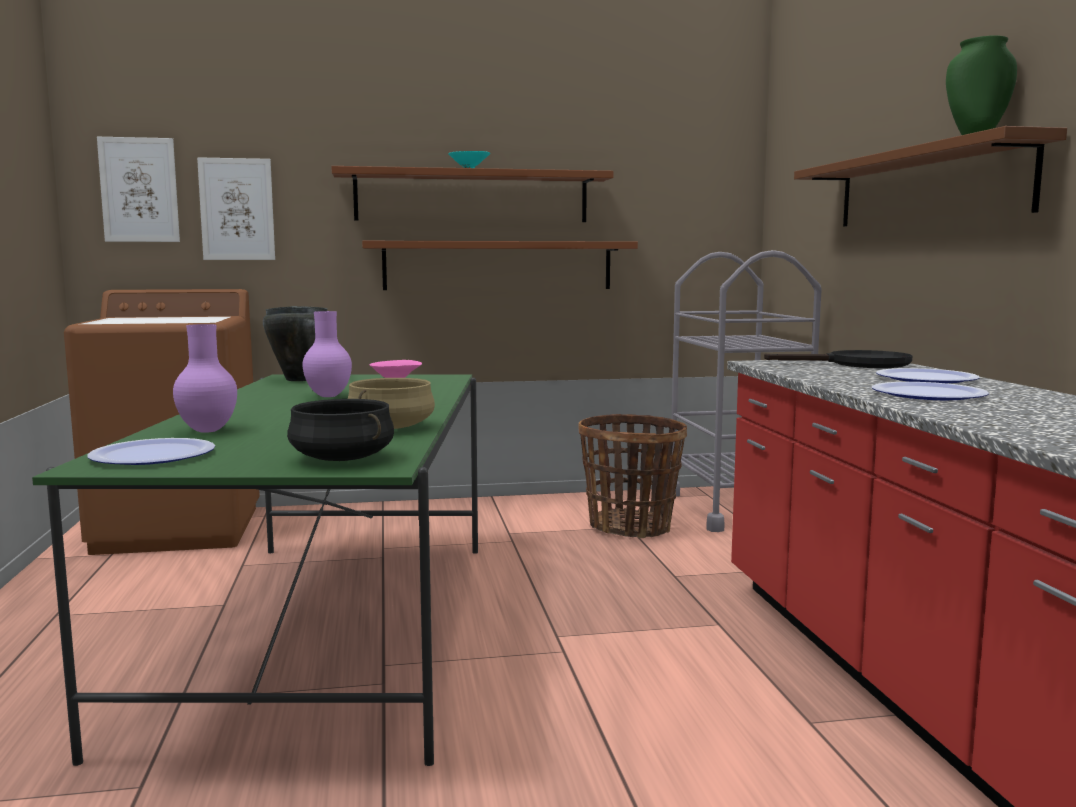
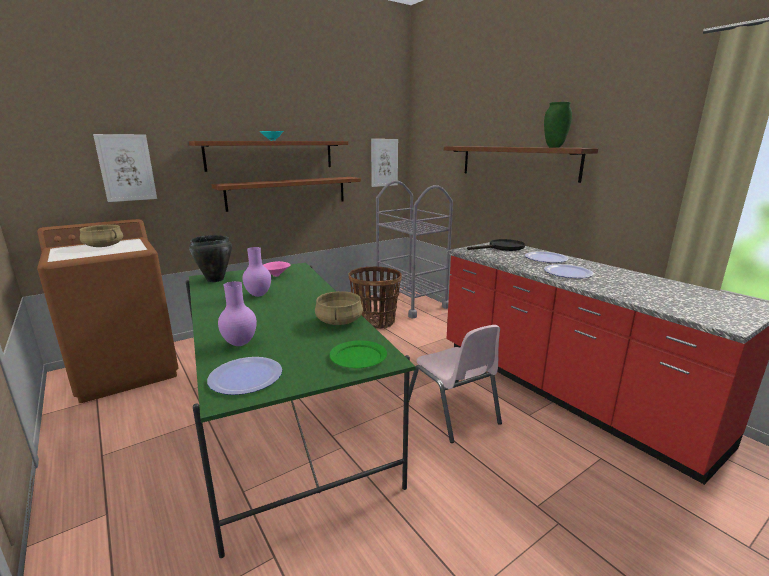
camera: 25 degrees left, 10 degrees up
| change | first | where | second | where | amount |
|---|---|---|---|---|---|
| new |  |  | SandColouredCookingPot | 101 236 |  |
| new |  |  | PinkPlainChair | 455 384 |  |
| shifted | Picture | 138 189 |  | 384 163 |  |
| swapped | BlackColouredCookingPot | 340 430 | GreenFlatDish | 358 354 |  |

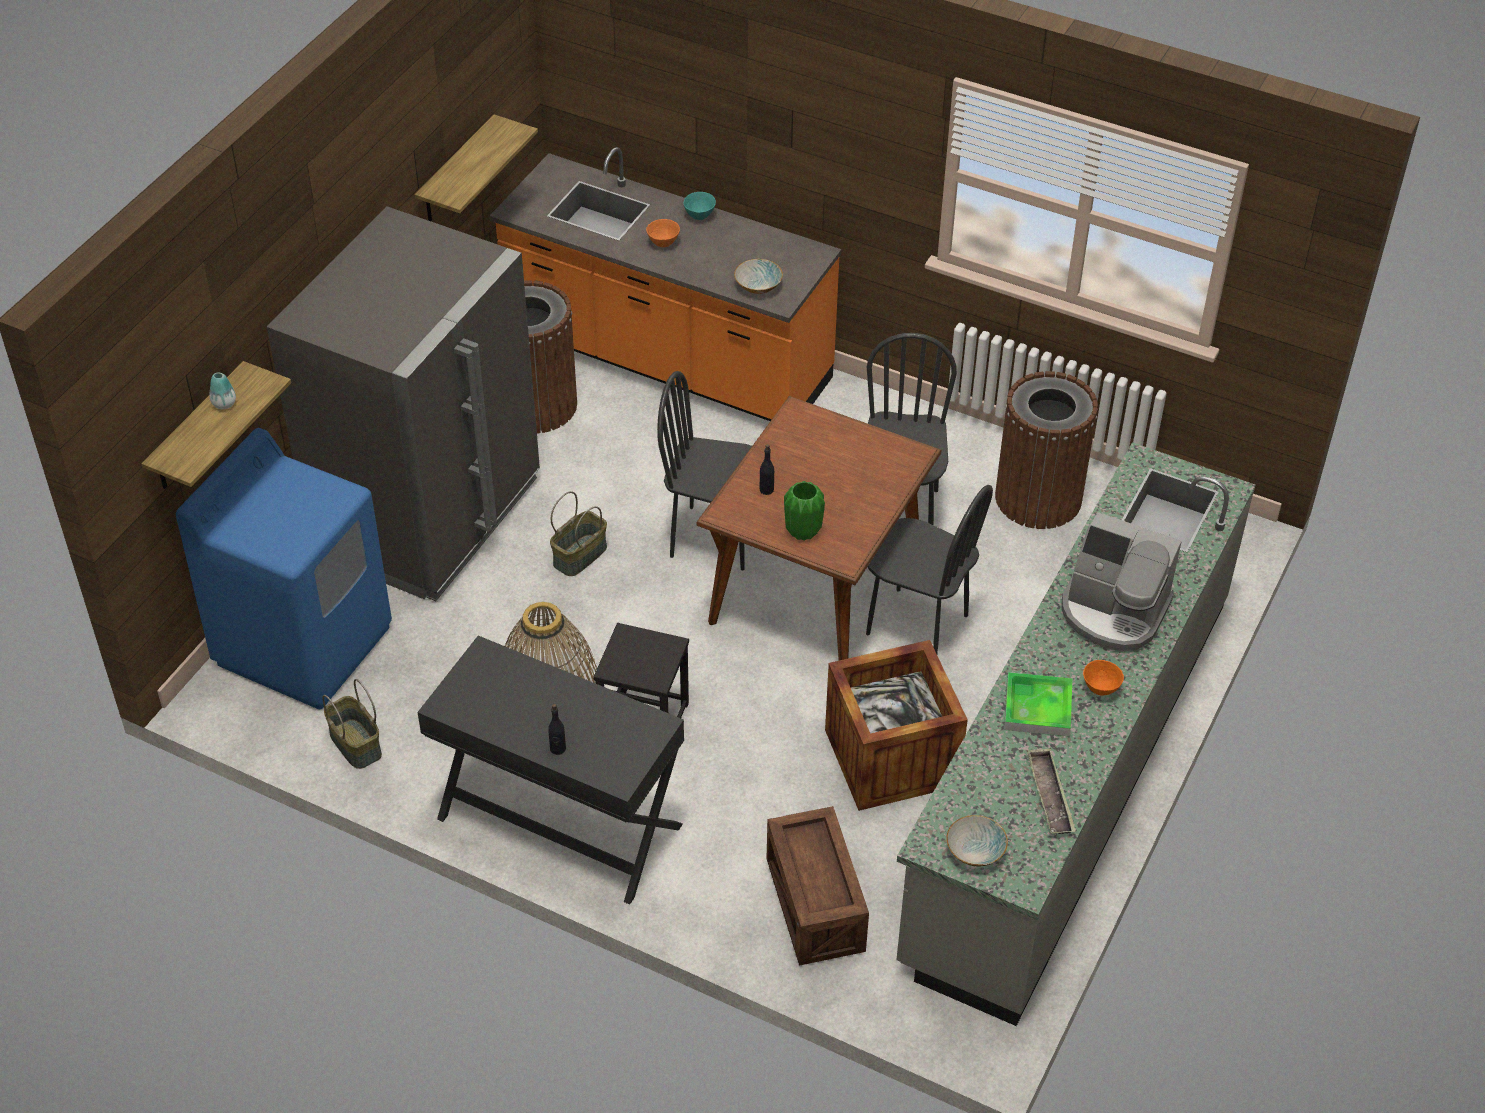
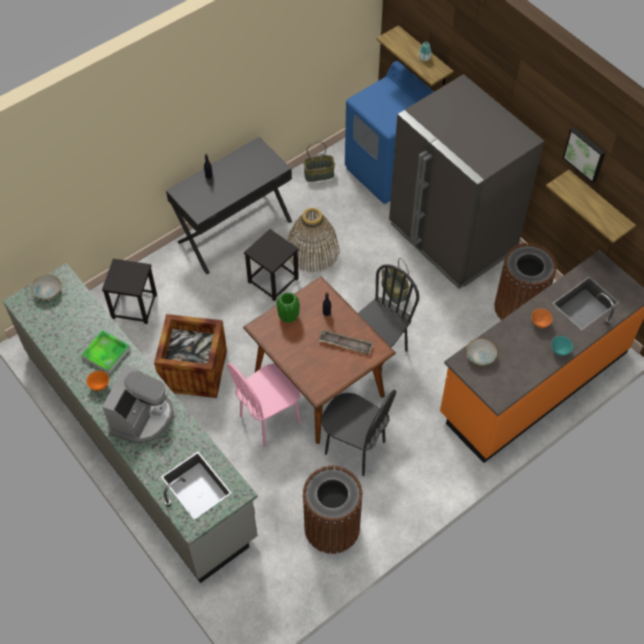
camera: 115 degrees right, 10 degrees up
| change | first | where | second | where | amount |
|---|---|---|---|---|---|
| new |  |  | Picture | 584 155 |  |
| shifted | Tray | 1051 791 |  | 346 342 |  |
| swapped | ShippingCrate | 818 886 | BlackColouredStool | 129 291 |  |
| repainted | BlackColouredPlainChair | 929 569 | PinkPlainChair | 264 405 |  |
| rotated | CoffeeMachine | 1122 581 |  | 138 404 | 150 degrees clockwise |

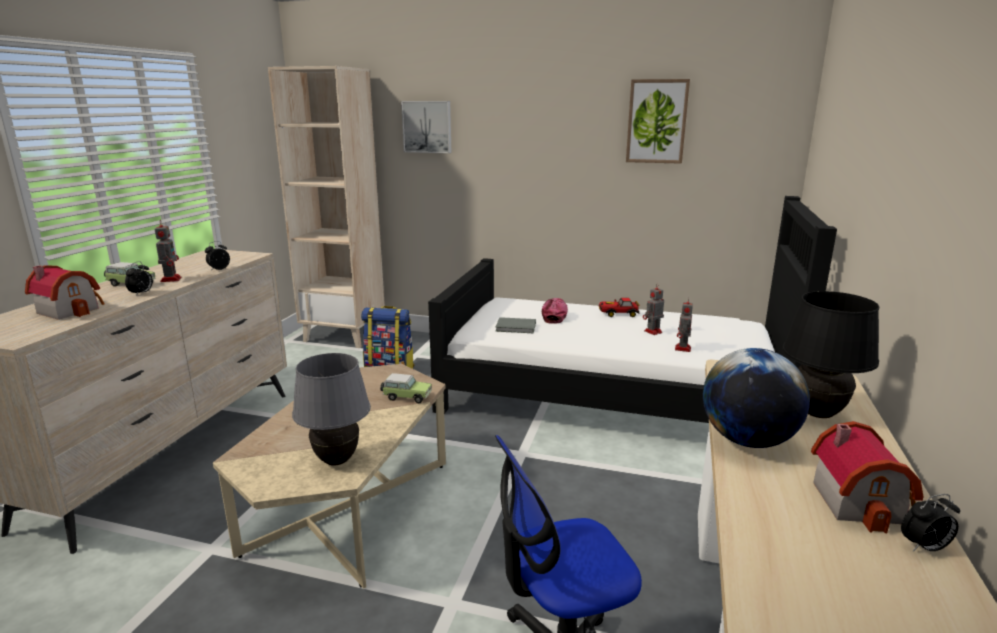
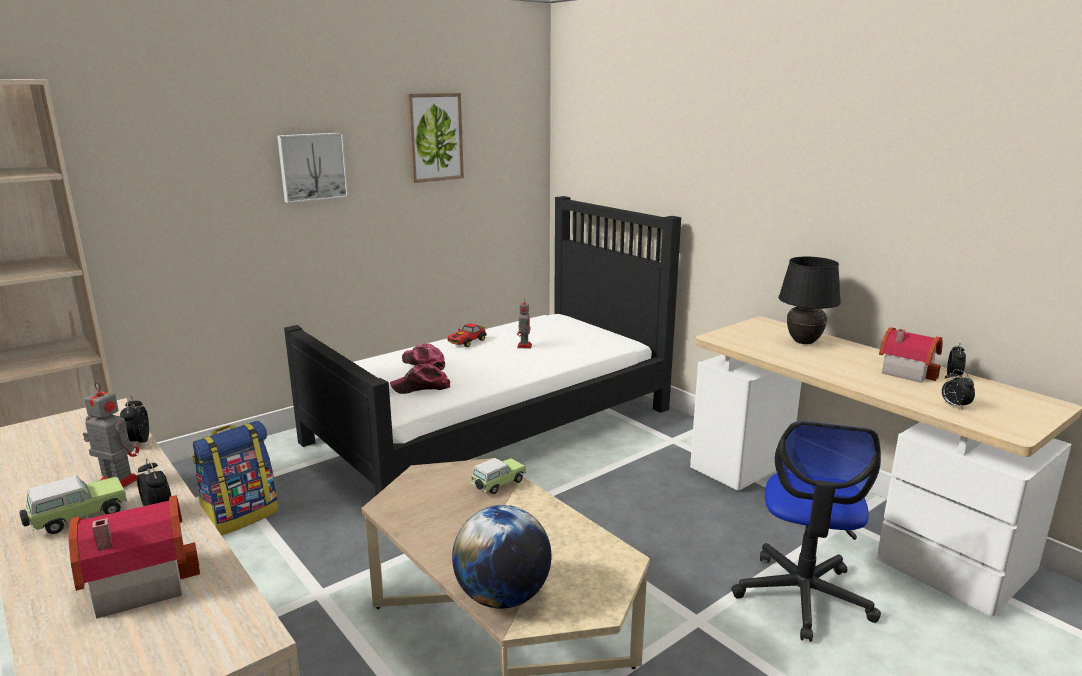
camera: 55 degrees left, 0 degrees up
| change | first | where | second | where | amount |
|---|---|---|---|---|---|
| gone | GreyTabletopLamp | 331 409 |  |  |  |
| gone | ToyRobot | 684 324 |  |  |  |
| new |  |  | TableClock | 958 389 |  |
| shifted | Picture | 426 127 |  | 312 168 |  |
| shifted | Globe | 756 398 |  | 501 557 |  |
| swapped | GreyVolume | 515 325 | BaseballCap | 420 379 |  |

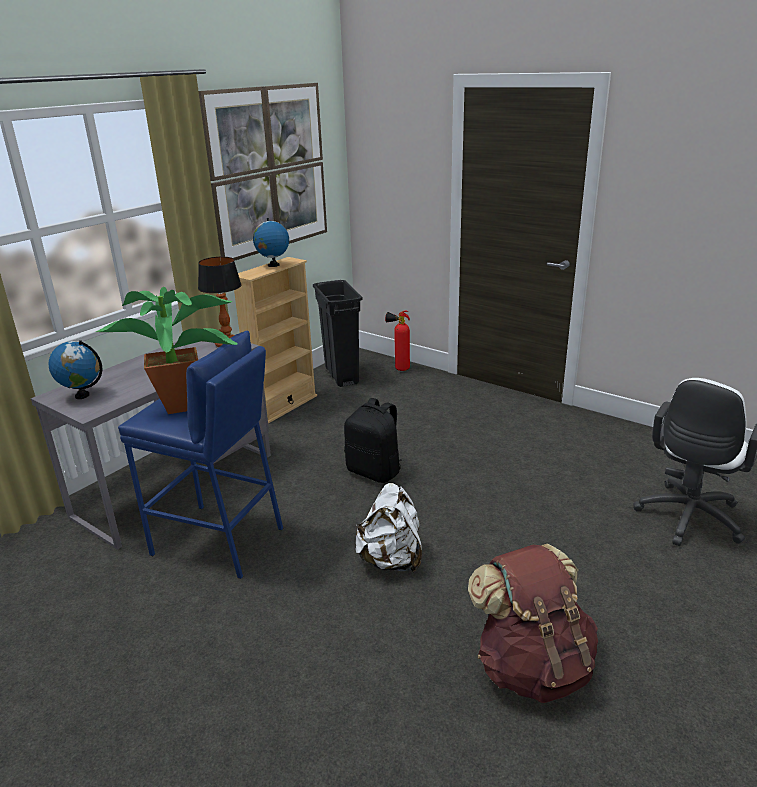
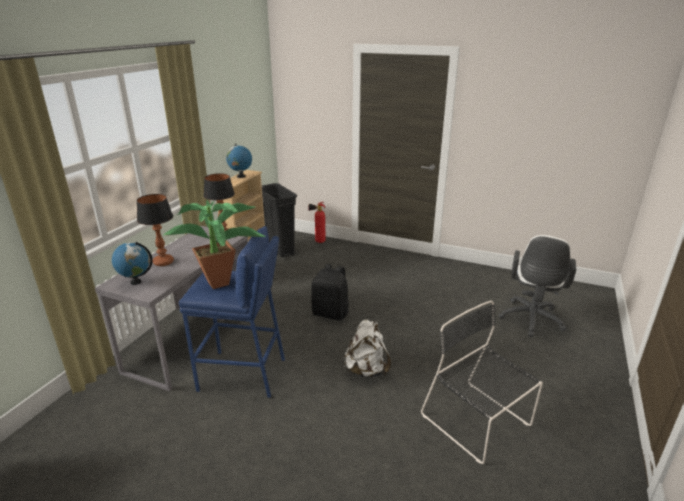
camera: 15 degrees left, 0 degrees up
| change | first | where | second | where | amount |
|---|---|---|---|---|---|
| gone | Picture | 263 172 |  |  |  |
| new |  |  | TabletopLamp | 155 230 |  |
| swapped | BrownKnapsack | 533 623 | BlackColouredPlainChair | 482 382 |  |

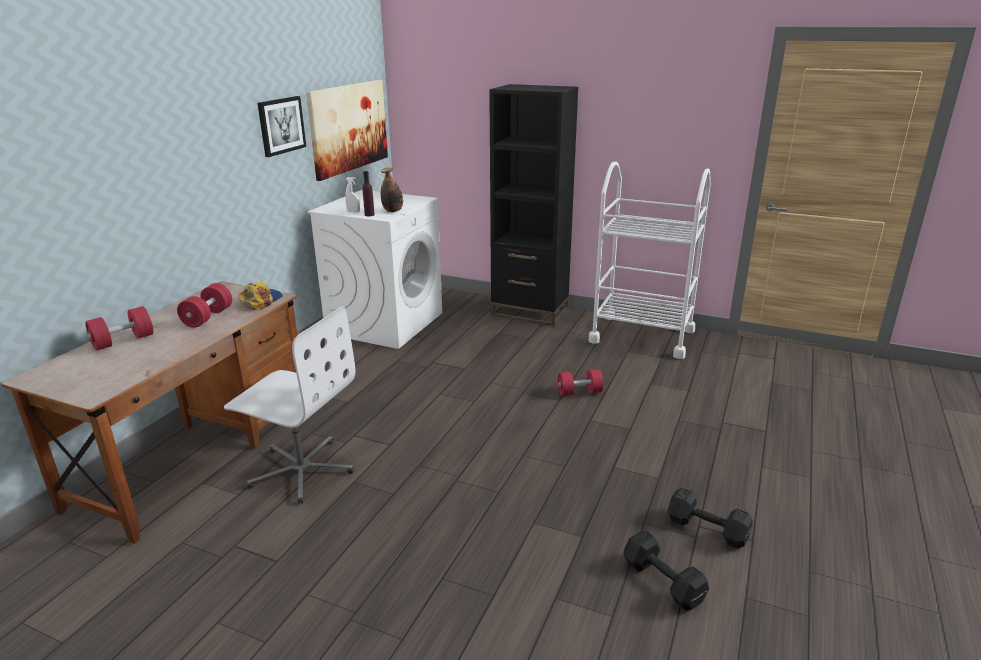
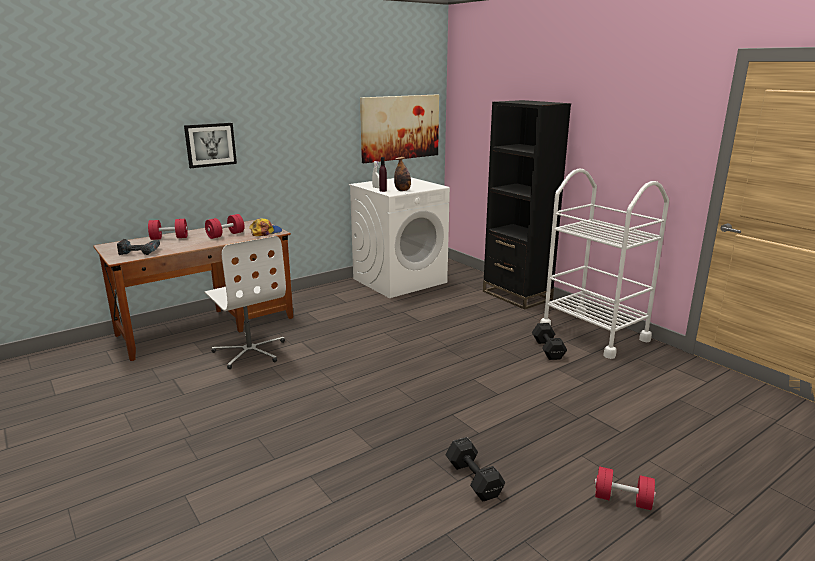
camera: 30 degrees right, 5 degrees down
| change | first | where | second | where | amount |
|---|---|---|---|---|---|
| new |  |  | PowerDrill | 138 247 |  |
| shifted | Picture | 281 126 |  | 210 145 |  |
| shifted | RedColouredDumbbell | 581 382 |  | 625 488 |  |
| shifted | BlackColouredDumbbell | 666 570 |  | 549 341 |  |

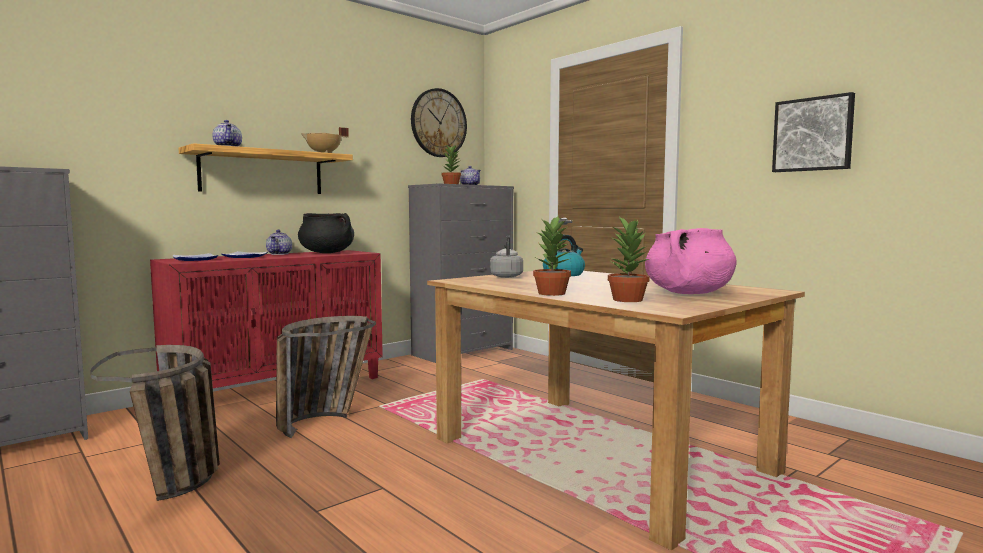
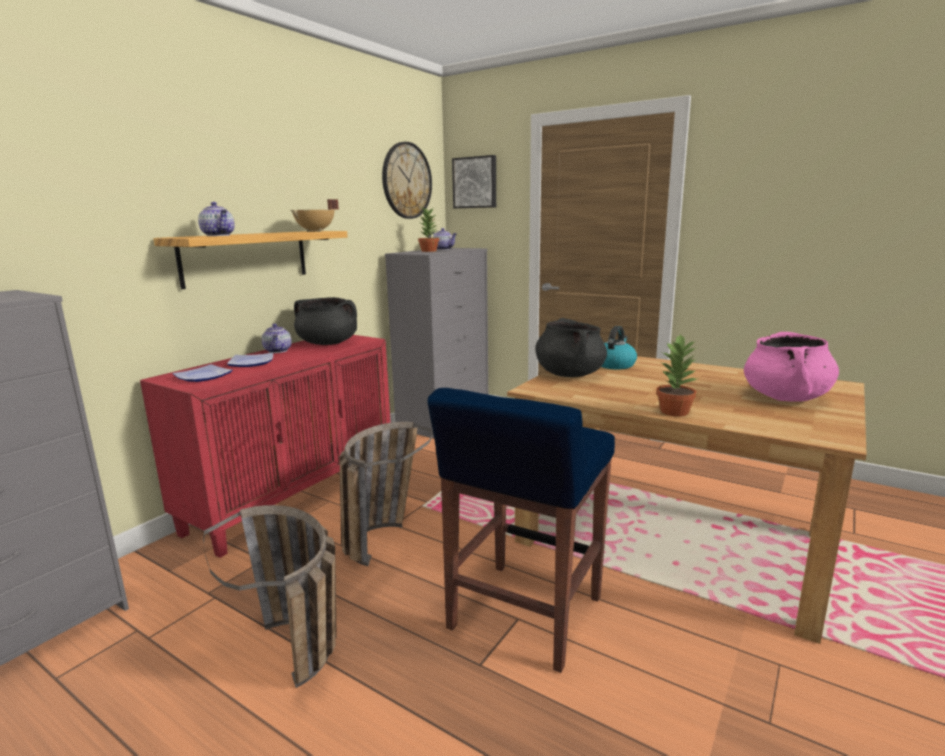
camera: 15 degrees left, 10 degrees up
| change | first | where | second | where | amount |
|---|---|---|---|---|---|
| gone | PlantInAPot | 629 259 |  |  |  |
| new |  |  | BlueStool | 521 530 |  |
| shifted | Picture | 813 132 |  | 474 181 |  |
| swapped | GreyTeaKettle | 506 256 | BlackColouredCookingPot | 571 347 |  |

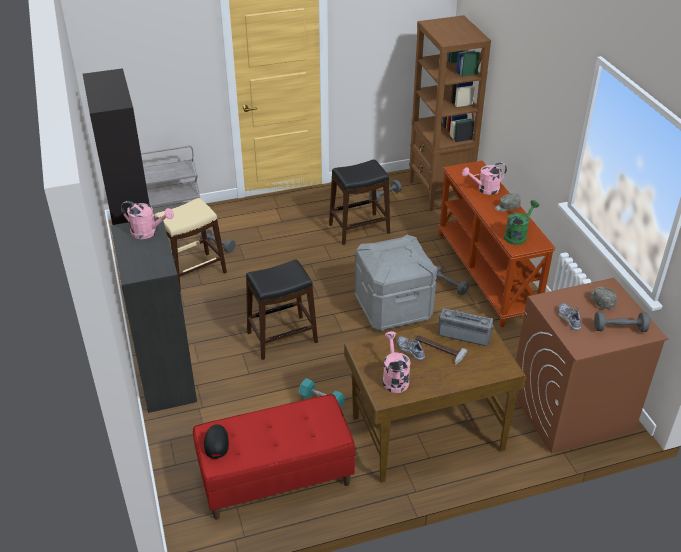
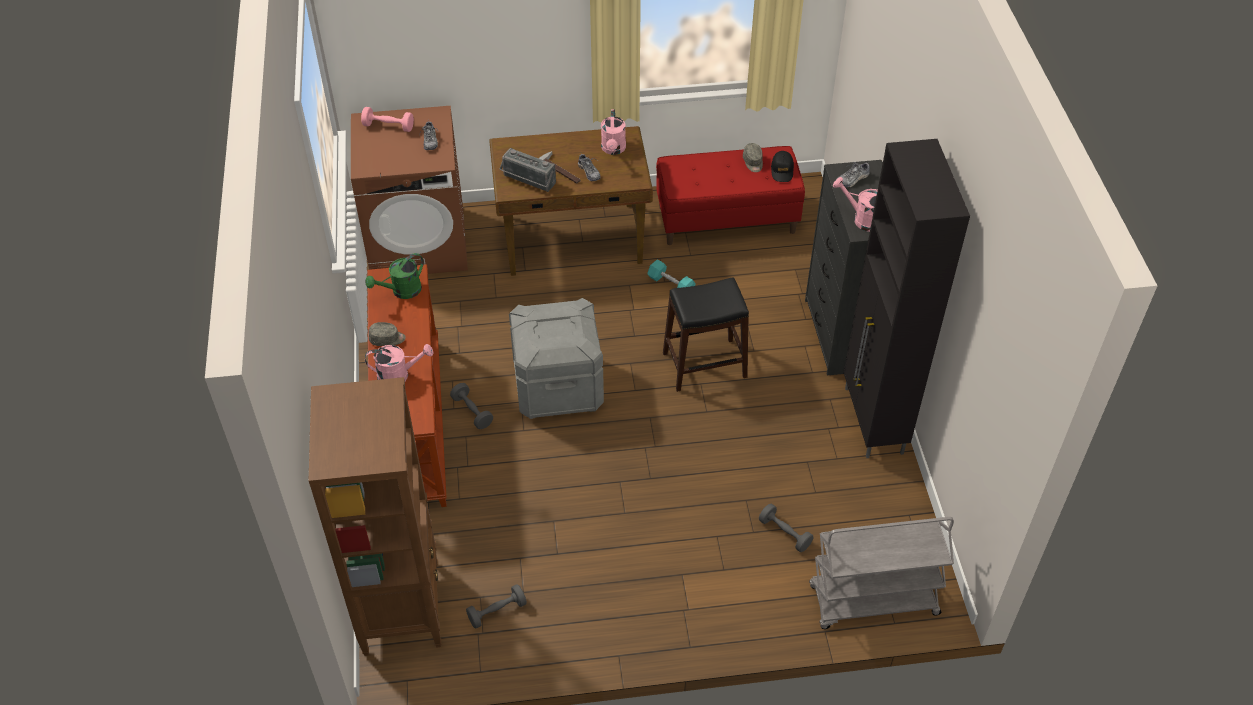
camera: 170 degrees left, 10 degrees up
| change | first | where | second | where | amount |
|---|---|---|---|---|---|
| gone | SandColouredStool | 191 245 |  |  |  |
| gone | BlackColouredStool | 359 202 |  |  |  |
| new |  |  | LowShoe | 853 174 |  |
| shifted | GreyBaseballCap | 603 298 |  | 753 157 |  |
| repainted | GreyDumbbell | 622 322 | PinkDumbbell | 387 119 |  |

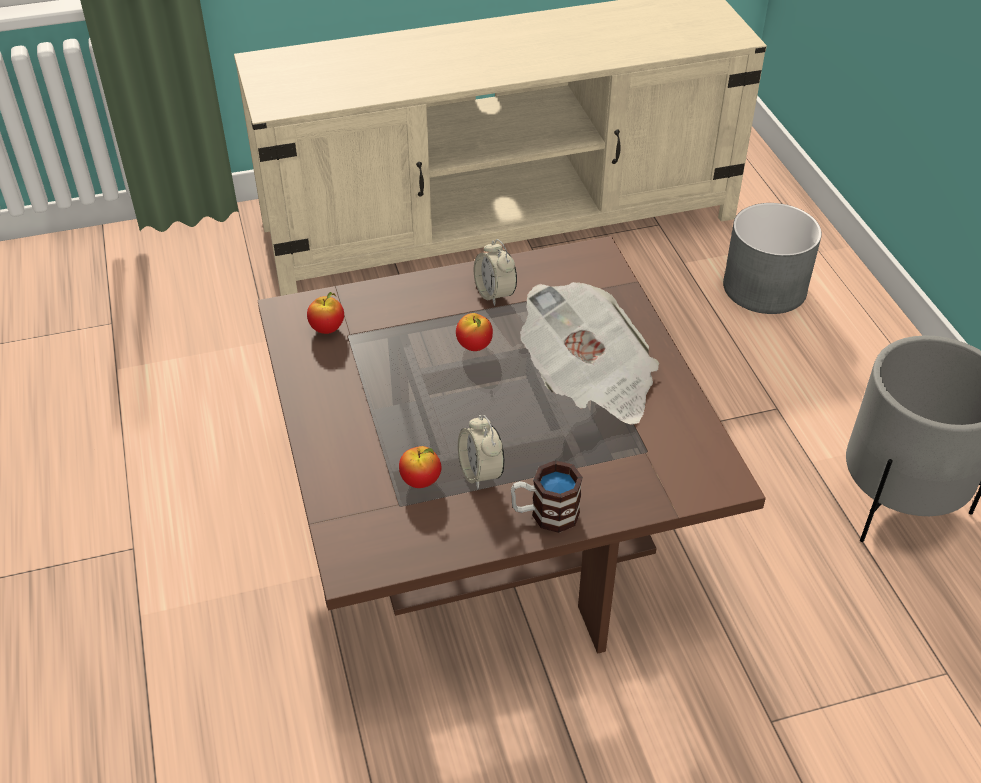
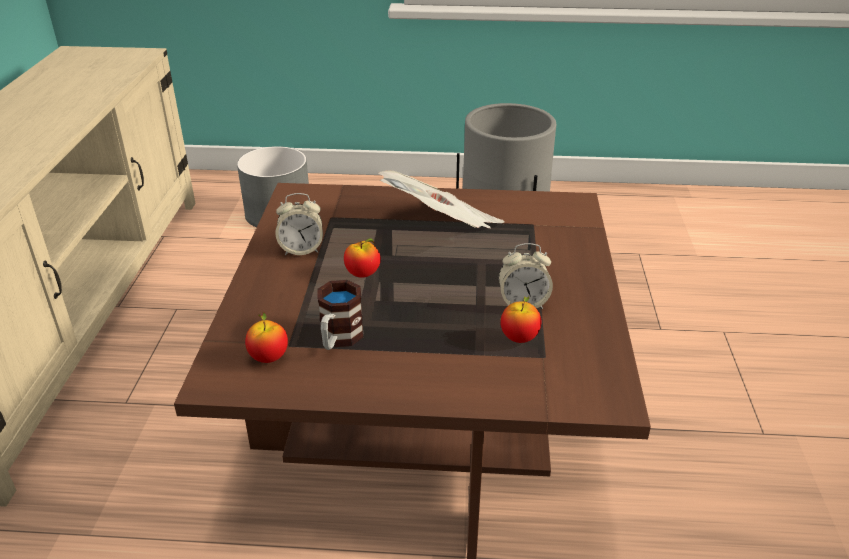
camera: 70 degrees left, 10 degrees down
| change | first | where | second | where | amount |
|---|---|---|---|---|---|
| shifted | CoffeeMug | 547 496 |  | 340 315 |  |

